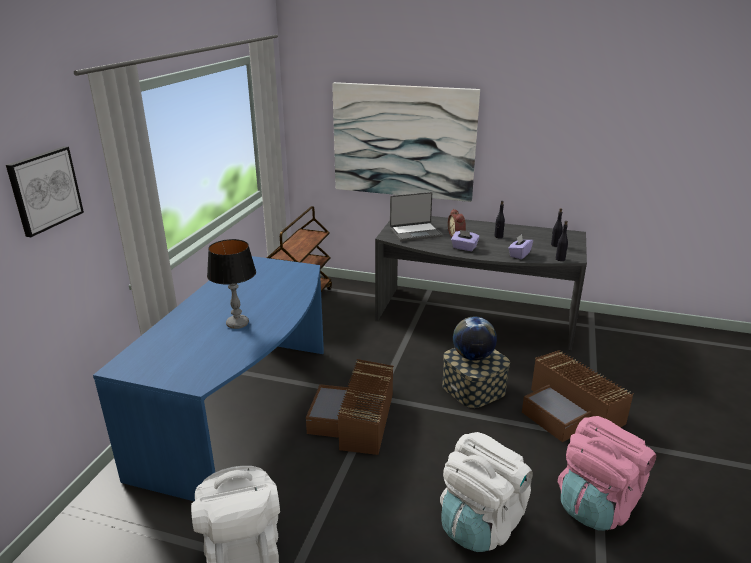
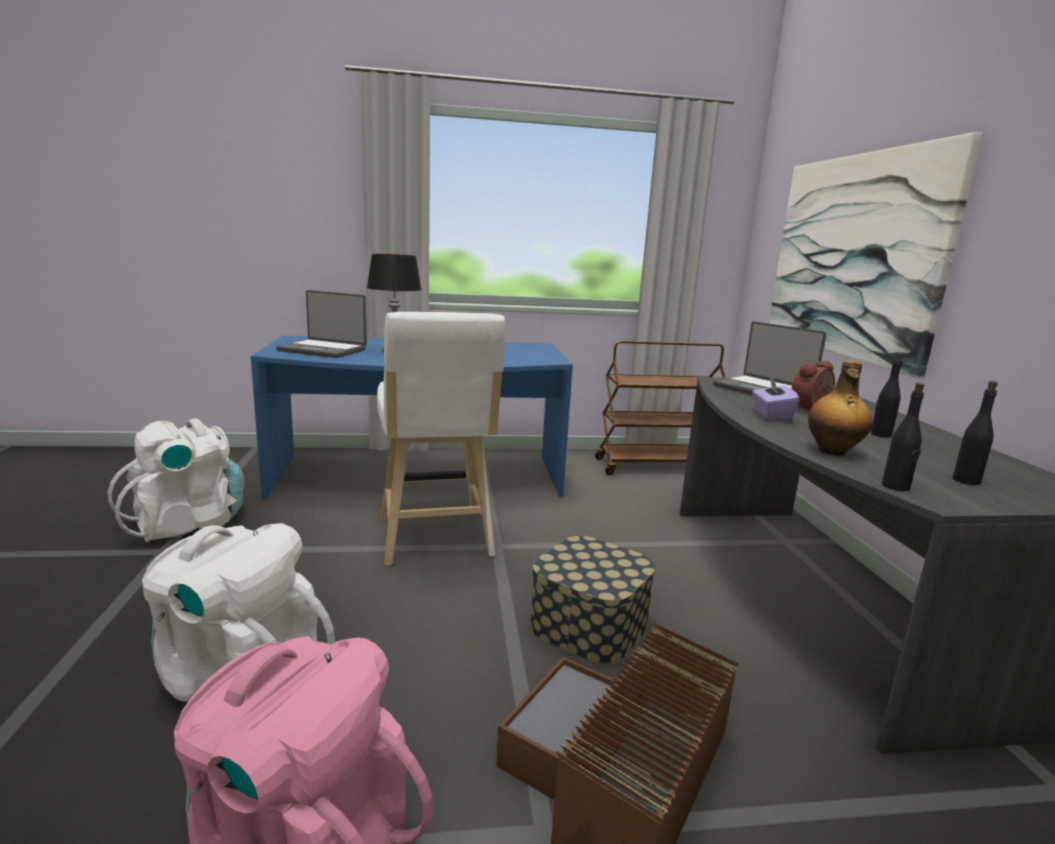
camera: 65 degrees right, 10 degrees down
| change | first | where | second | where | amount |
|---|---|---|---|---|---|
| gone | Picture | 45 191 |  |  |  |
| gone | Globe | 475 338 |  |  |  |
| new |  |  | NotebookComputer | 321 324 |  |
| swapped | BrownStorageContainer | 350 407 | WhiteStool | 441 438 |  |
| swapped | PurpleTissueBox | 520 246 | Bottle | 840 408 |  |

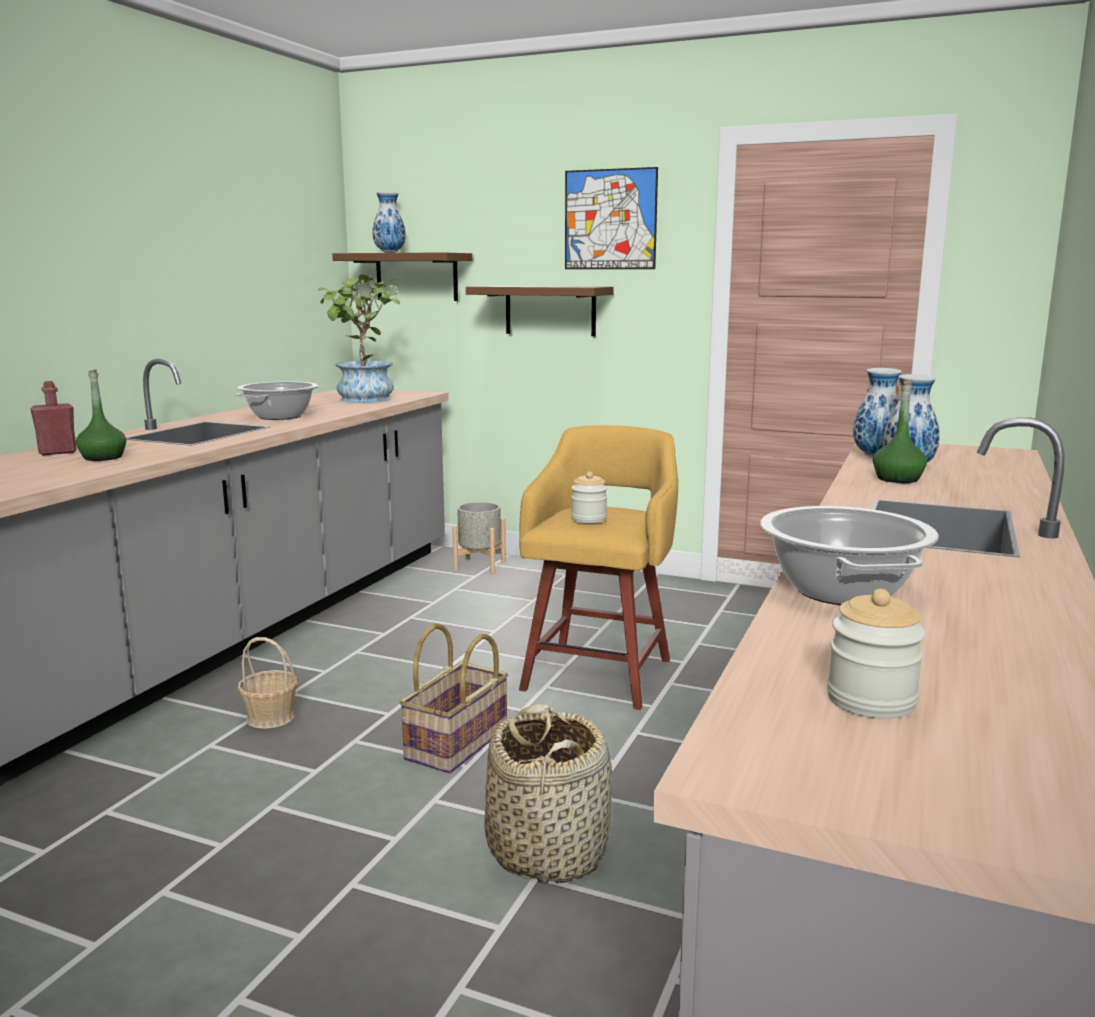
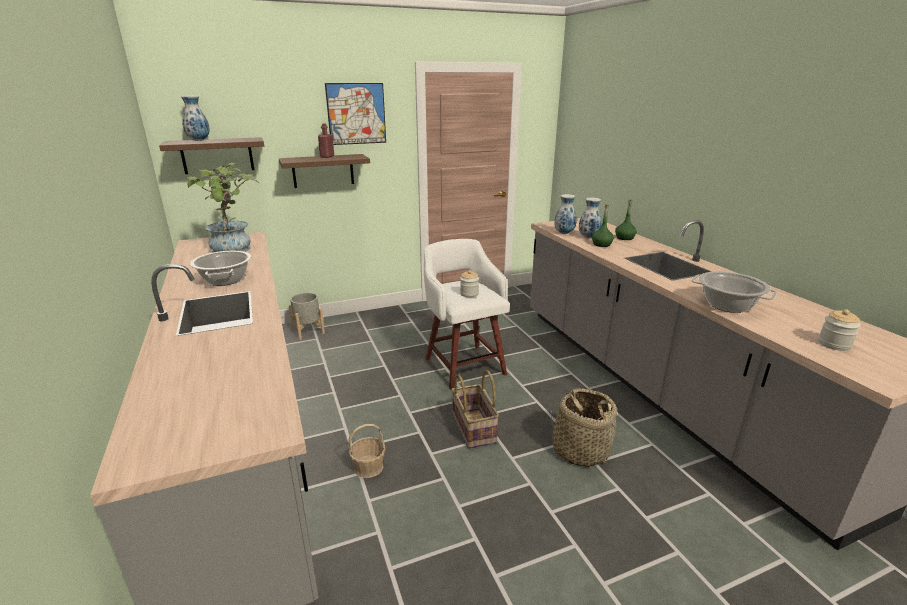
camera: 45 degrees left, 10 degrees up
| change | first | where | second | where | amount |
|---|---|---|---|---|---|
| shifted | RedColouredBottle | 53 418 |  | 326 140 |  |
| shifted | GreenBottle | 101 415 |  | 626 219 |  |
| repainted | YellowStool | 598 567 | WhiteStool | 467 314 |  |

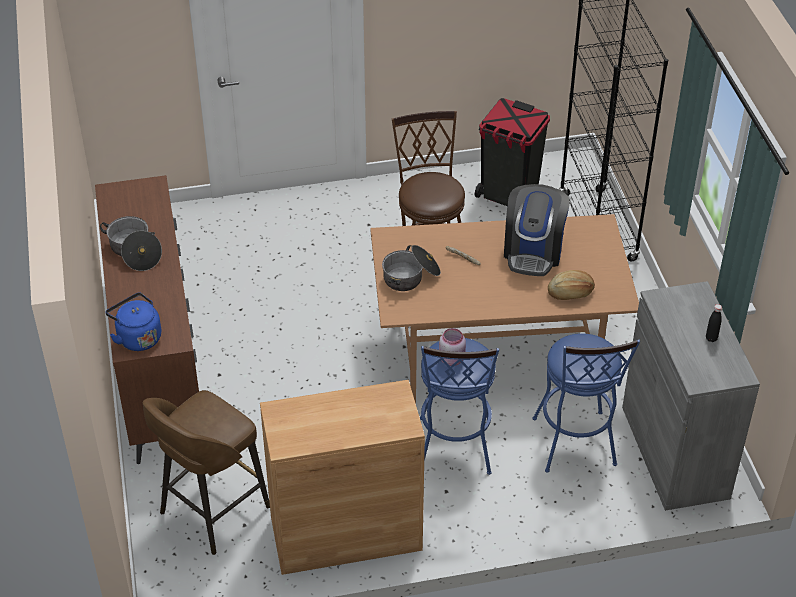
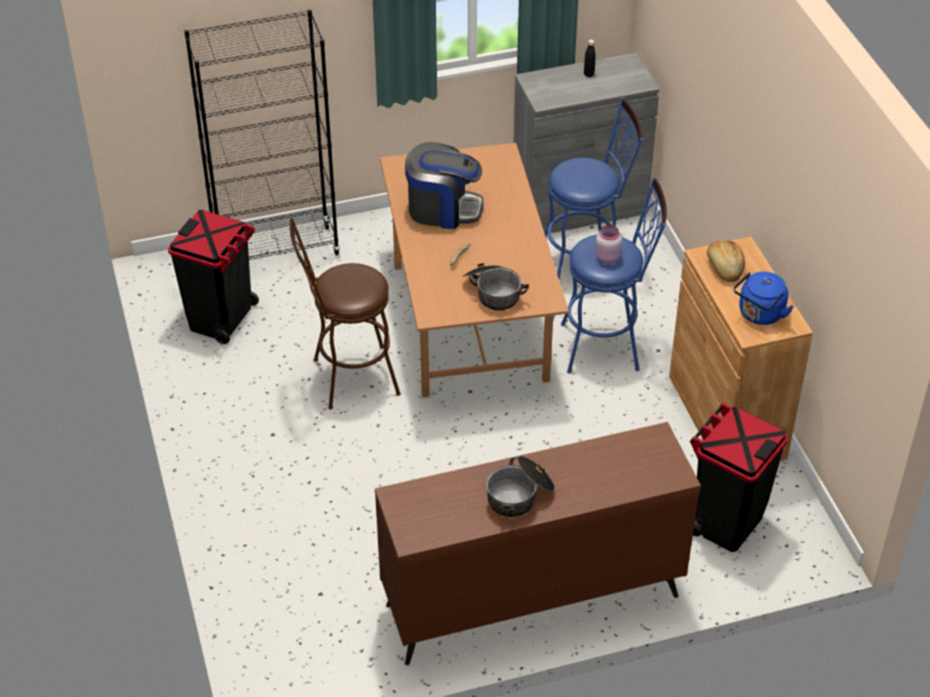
camera: 95 degrees left, 0 degrees up
| change | first | where | second | where | amount |
|---|---|---|---|---|---|
| shifted | BlueTeaKettle | 133 321 |  | 764 298 |  |
| shifted | Bread | 571 285 |  | 726 261 |  |
| swapped | BrownStool | 206 472 | BlackColouredTrashCan | 739 477 |  |

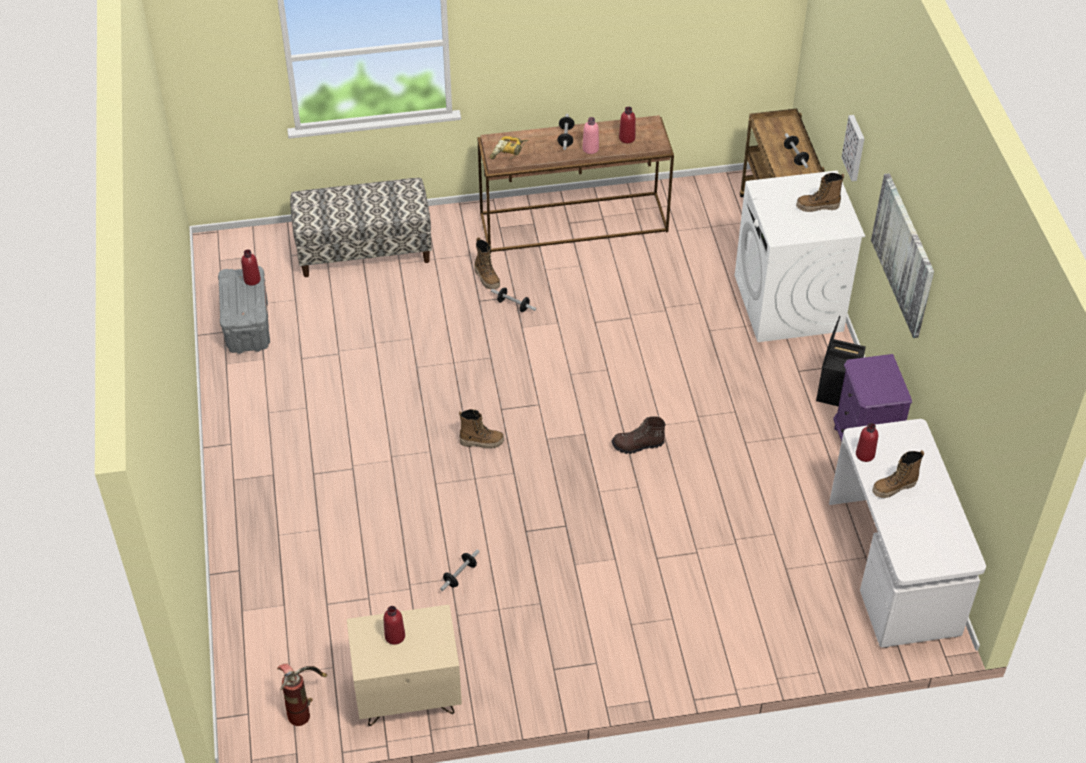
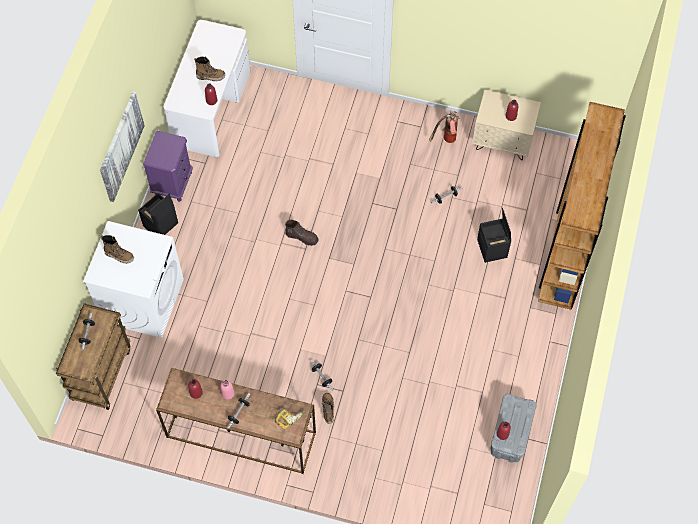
camera: 155 degrees left, 15 degrees up
| change | first | where | second | where | amount |
|---|---|---|---|---|---|
| gone | Bench | 361 227 |  |  |  |
| gone | HighTopBoot | 481 429 |  |  |  |
| gone | Picture | 853 148 |  |  |  |
| new |  |  | BlackColouredStorageContainer | 494 235 |  |
| new |  |  | BrownBookcase | 582 206 |  |
| shifted | FireFightingCylinder | 302 695 |  | 444 127 |  |

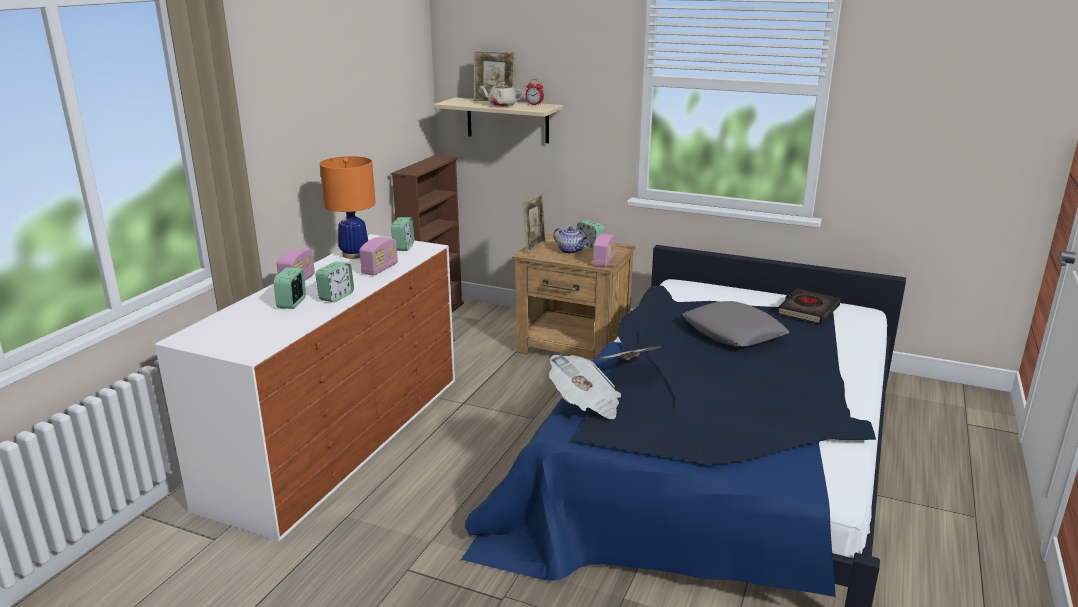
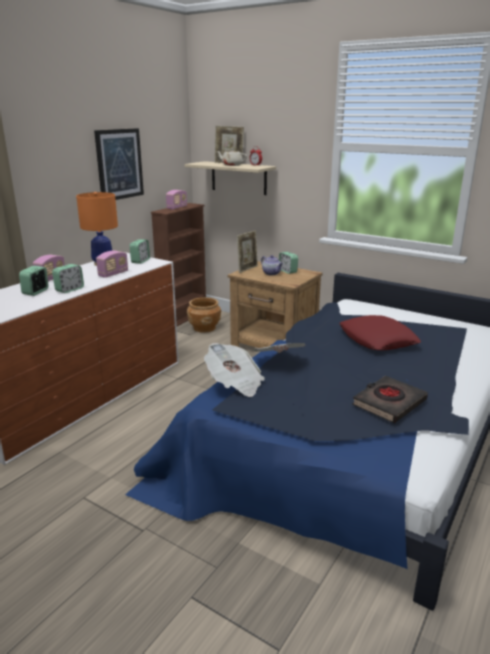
camera: 10 degrees right, 0 degrees up
| change | first | where | second | where | amount |
|---|---|---|---|---|---|
| new |  |  | Picture | 119 164 |  |
| new |  |  | BrownPlanter | 204 315 |  |
| shifted | RadioSet | 604 250 |  | 176 200 |  |
| shifted | BlackColouredVolume | 809 306 |  | 390 399 |  |
| repainted | GreyCushion | 736 324 | RedColouredCushion | 380 332 |  |

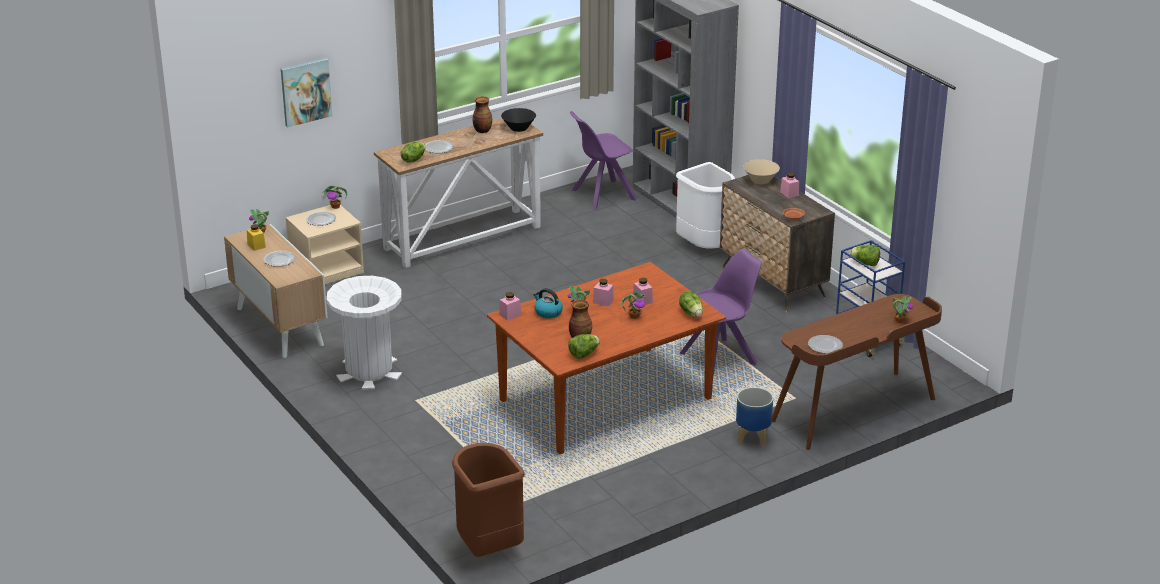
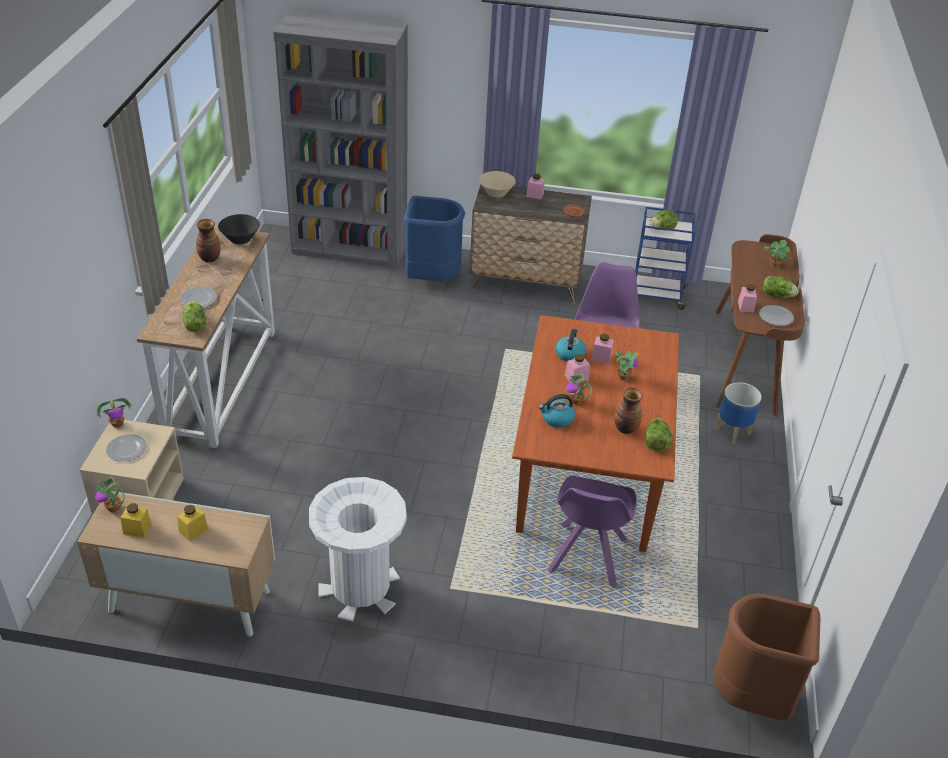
camera: 50 degrees left, 10 degrees up
| change | first | where | second | where | amount |
|---|---|---|---|---|---|
| gone | Picture | 306 93 |  |  |  |
| new |  |  | TeaKettle | 570 345 |  |
| shifted | PinkPreserveJar | 510 306 |  | 747 298 |  |
| shifted | PurplePlainChair | 603 160 |  | 592 532 |  |
| shifted | LettuceHead | 691 304 |  | 780 287 |  |
| swapped | FlatDish | 280 259 | YellowPreserveJar | 192 523 |  |
| repainted | WhiteTrashCan | 705 205 | BlueTrashCan | 434 238 |  |

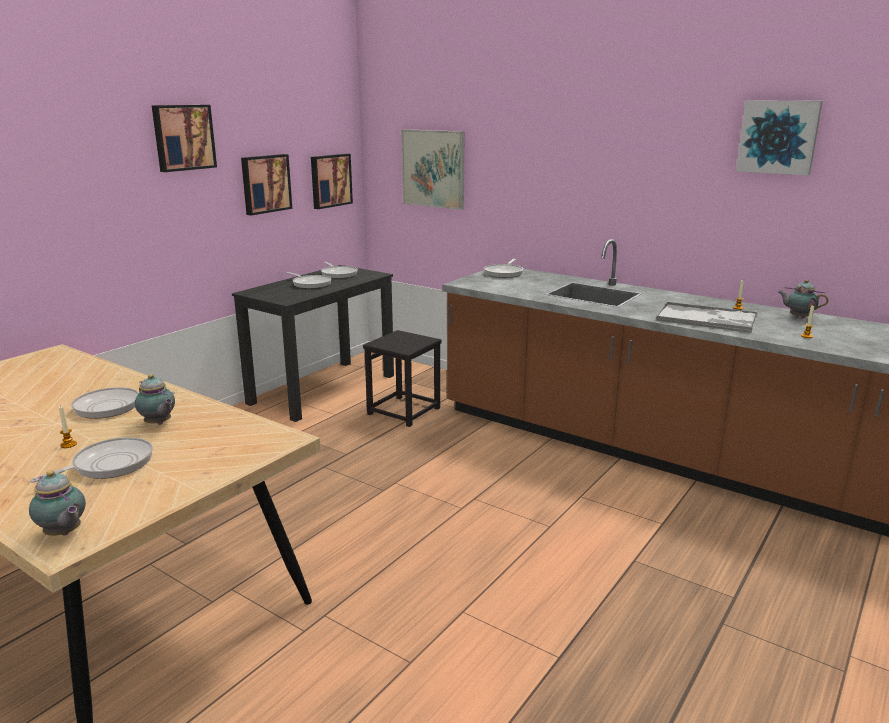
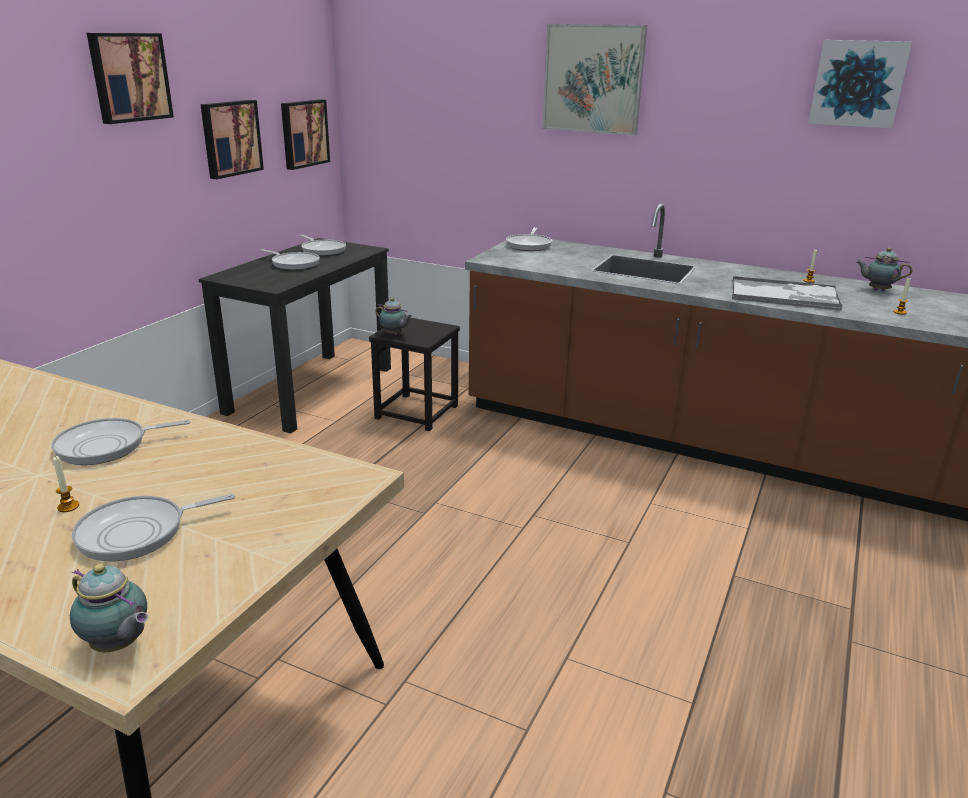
camera: 10 degrees left, 5 degrees up
| change | first | where | second | where | amount |
|---|---|---|---|---|---|
| shifted | PotForTea | 155 399 |  | 394 316 |  |
| shifted | Picture | 433 169 |  | 594 80 |  |
| rotated | Skillet | 91 460 |  | 153 527 | 150 degrees counterclockwise |

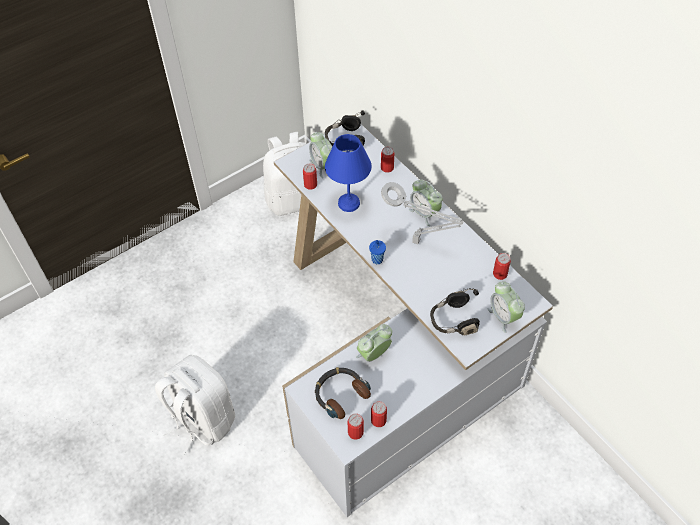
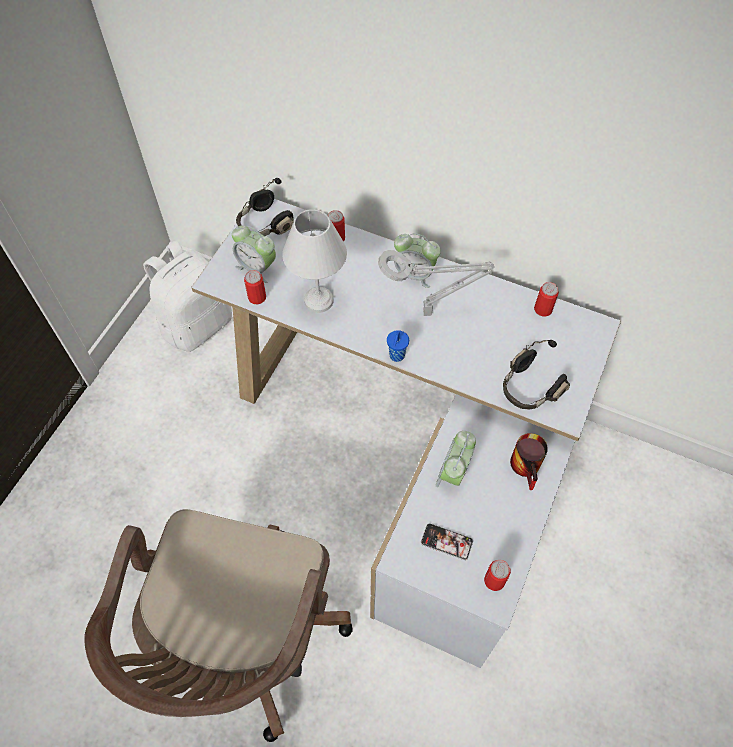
camera: 30 degrees left, 5 degrees up
| change | first | where | second | where | amount |
|---|---|---|---|---|---|
| gone | Can | 379 414 |  |  |  |
| gone | TableClock | 506 307 |  |  |  |
| new |  |  | CoffeeMug | 529 461 |  |
| swapped | WhiteKnapsack | 195 404 | BrownOfficeChair | 218 625 |  |
| swapped | Headphones | 343 393 | Handset | 447 541 |  |
| repainted | BlueTabletopLamp | 348 173 | WhiteTabletopLamp | 314 261 |  |

